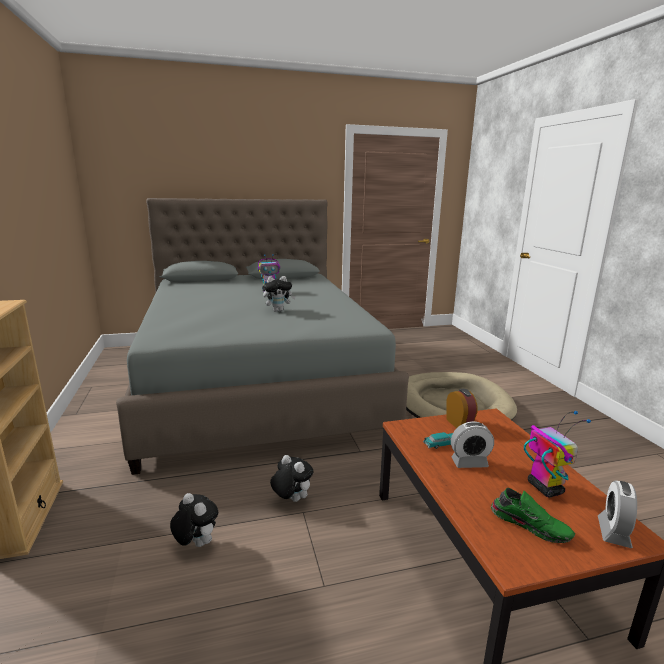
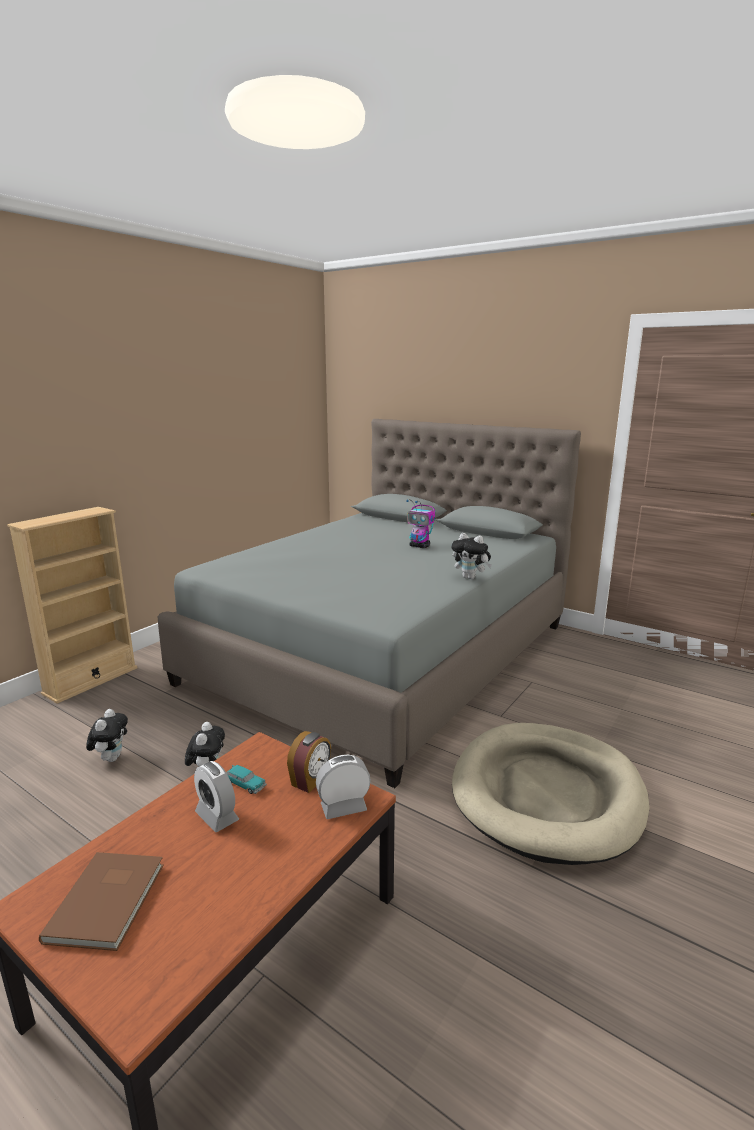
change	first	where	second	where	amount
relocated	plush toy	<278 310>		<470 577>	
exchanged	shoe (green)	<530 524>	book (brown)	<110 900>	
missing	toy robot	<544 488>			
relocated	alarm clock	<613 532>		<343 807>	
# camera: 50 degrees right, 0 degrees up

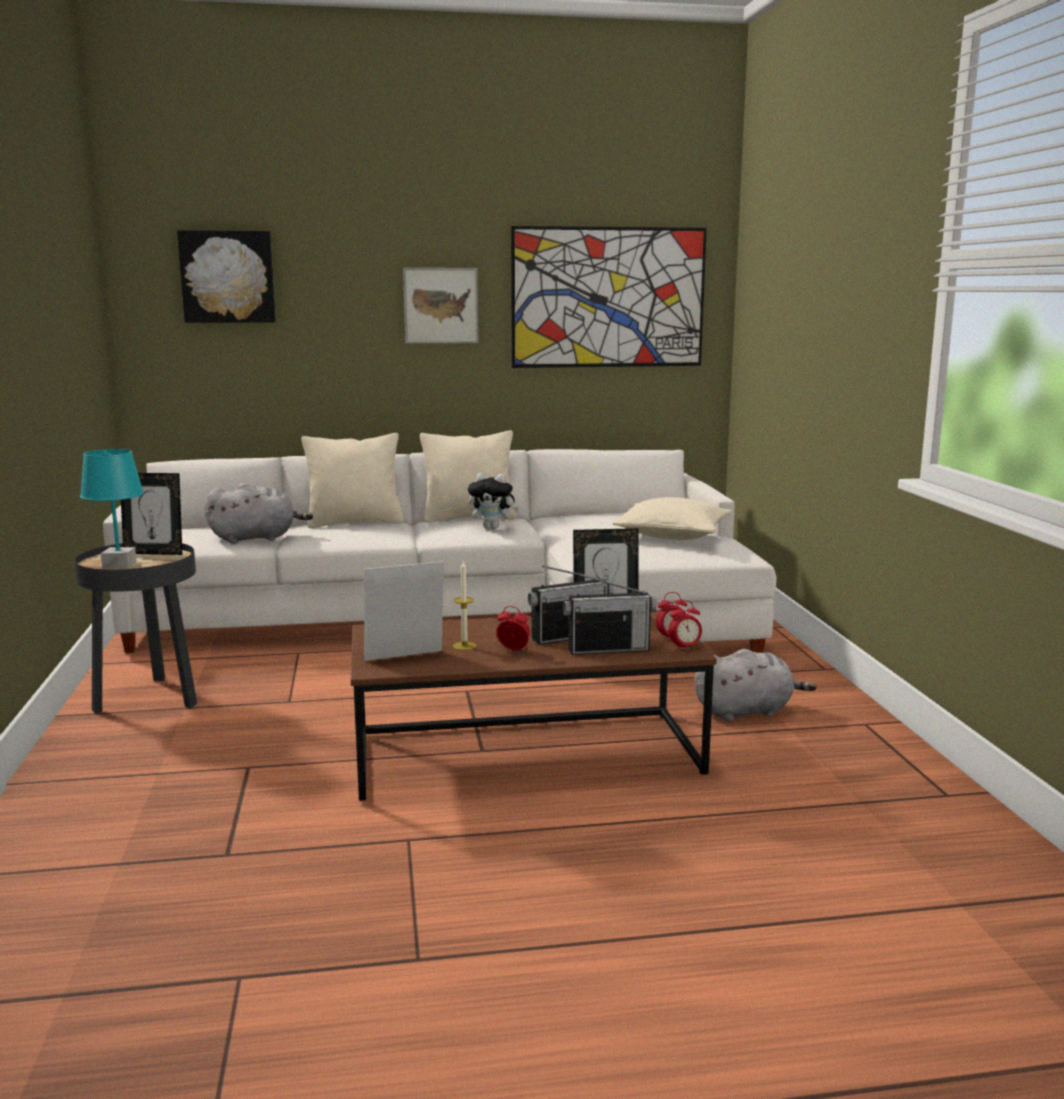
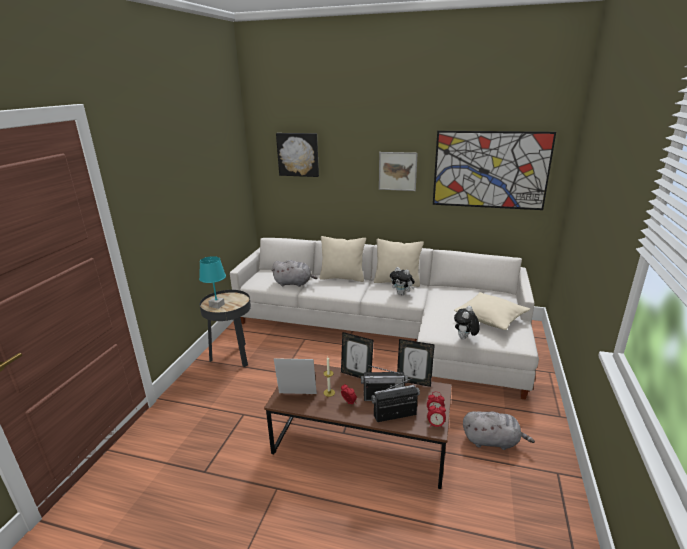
change	first	where	second	where	amount
relocated	picture frame	<154 553>		<356 375>	
spun	radio	<608 649>		<395 415>	150 degrees clockwise
appeared			plush toy	<465 339>	
# camera: 25 degrees right, 10 degrees up

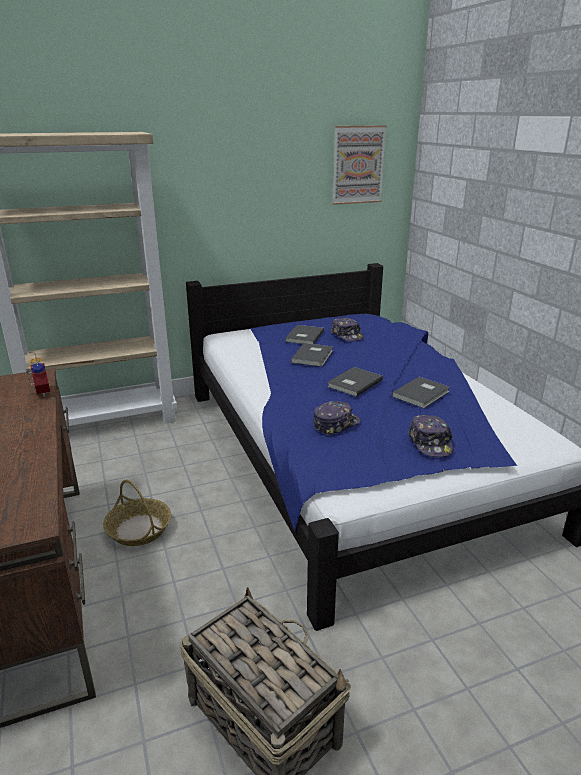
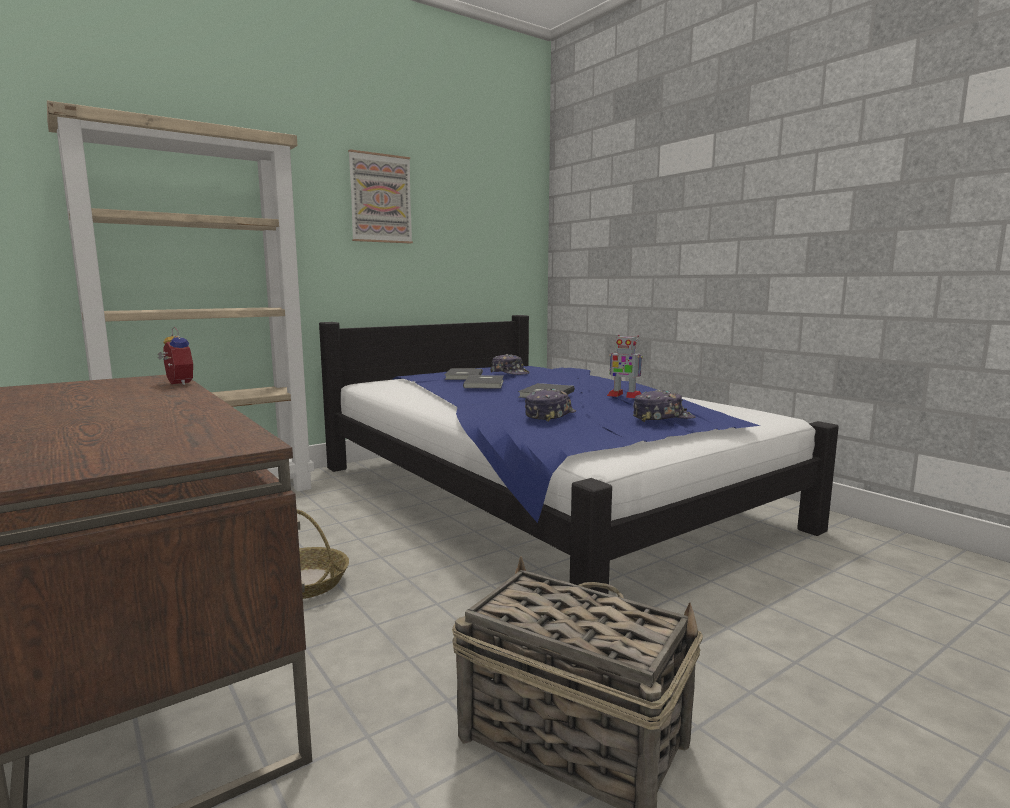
change	first	where	second	where	amount
relocated	picture	<358 165>		<380 198>	
exchanged	book (grey)	<422 394>	toy robot	<624 395>	
spun	cap	<430 443>		<662 417>	75 degrees counterclockwise
# camera: 15 degrees left, 15 degrees down

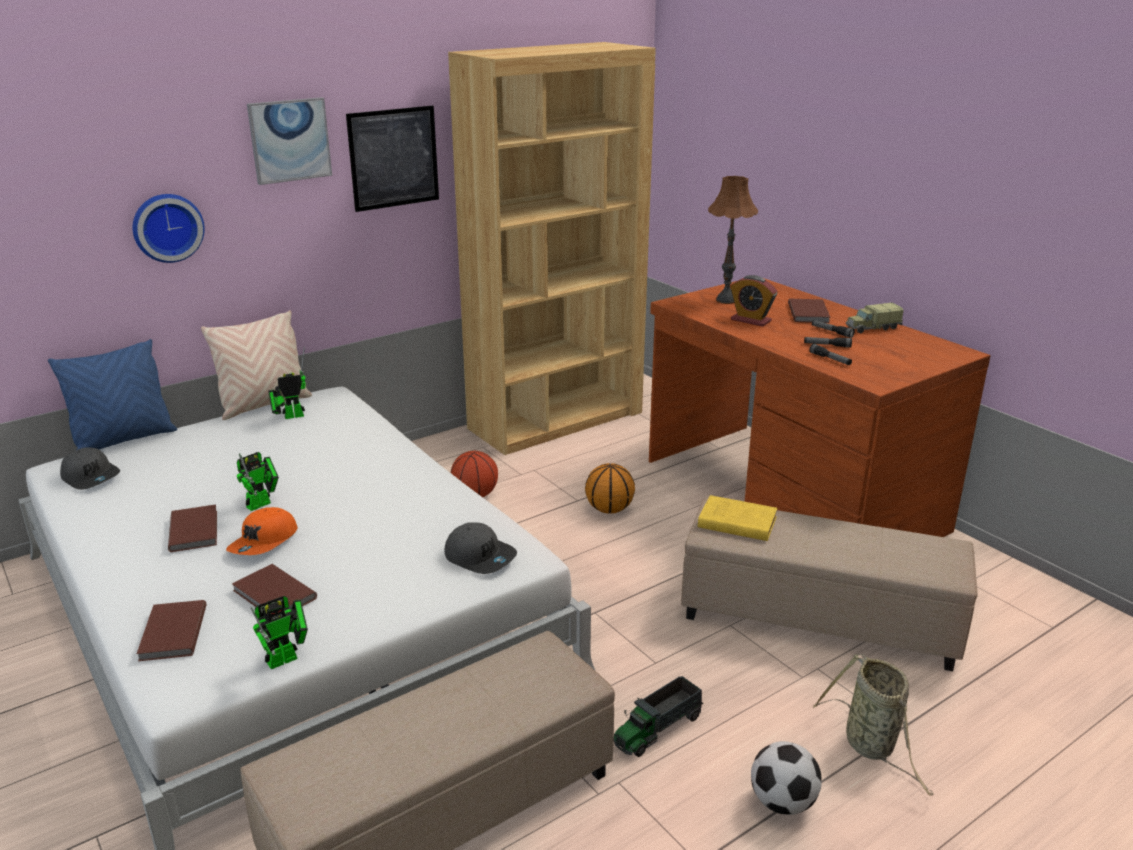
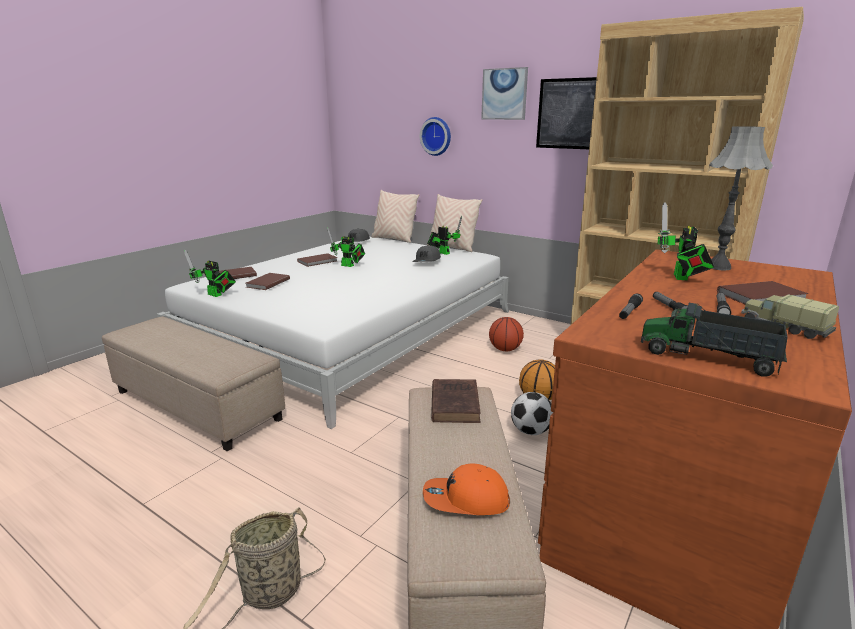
change	first	where	second	where	amount
colour	pillow (blue)	<124 440>	pillow (beige)	<394 239>	
relocated	cap (orange)	<264 542>		<465 500>	
relocated	cap (grey)	<480 557>		<427 261>	
relocated	toy truck	<658 729>		<708 358>	
colour	book (yellow)	<735 522>	book (brown)	<454 403>	
colour	table lamp (brown)	<726 300>	table lamp (grey)	<718 267>	
exchanged	alarm clock	<751 320>	toy robot	<681 278>	
relocated	football	<782 802>		<531 431>	
# camera: 70 degrees right, 5 degrees down

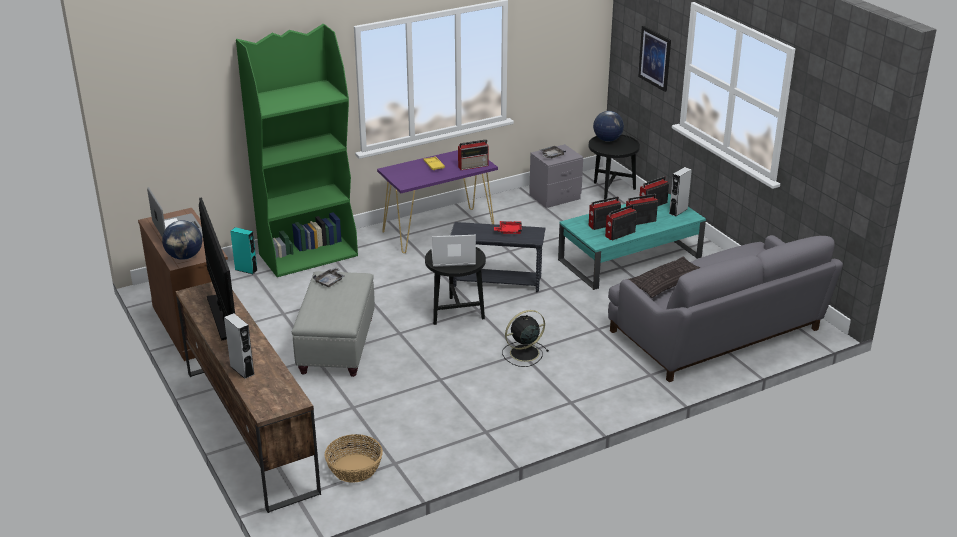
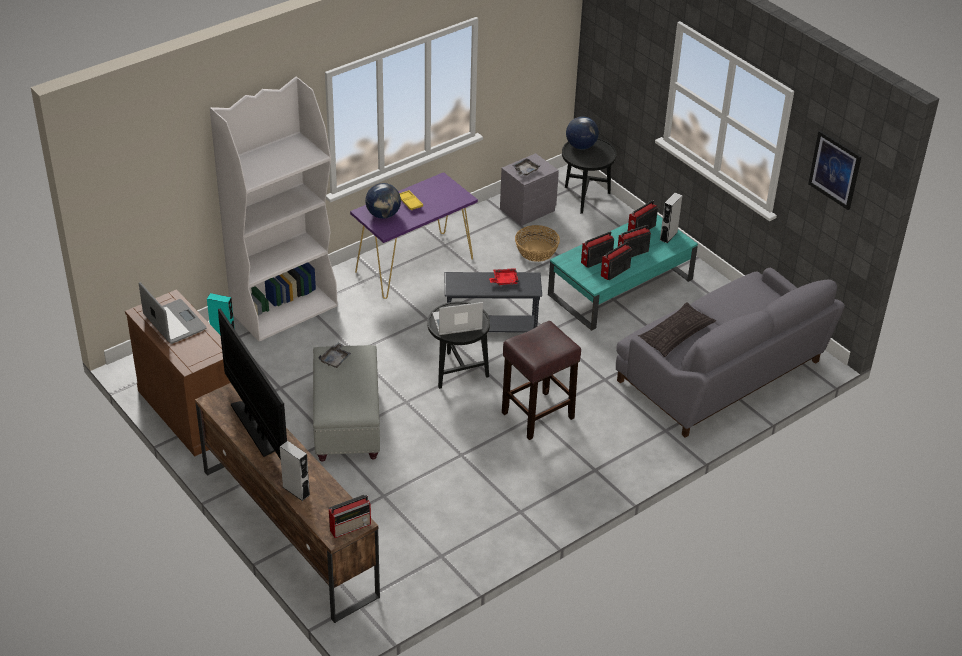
change	first	where	second	where	amount
relocated	globe	<184 257>		<383 215>	
colour	bookcase (green)	<309 255>	bookcase (white)	<284 309>	
relocated	basket	<354 468>		<536 251>	
relocated	radio	<473 166>		<351 526>	
exchanged	fan (black)	<523 353>	stool (brown)	<537 416>	
relocated	picture	<655 58>		<835 169>	
# camera: 10 degrees left, 10 degrees up

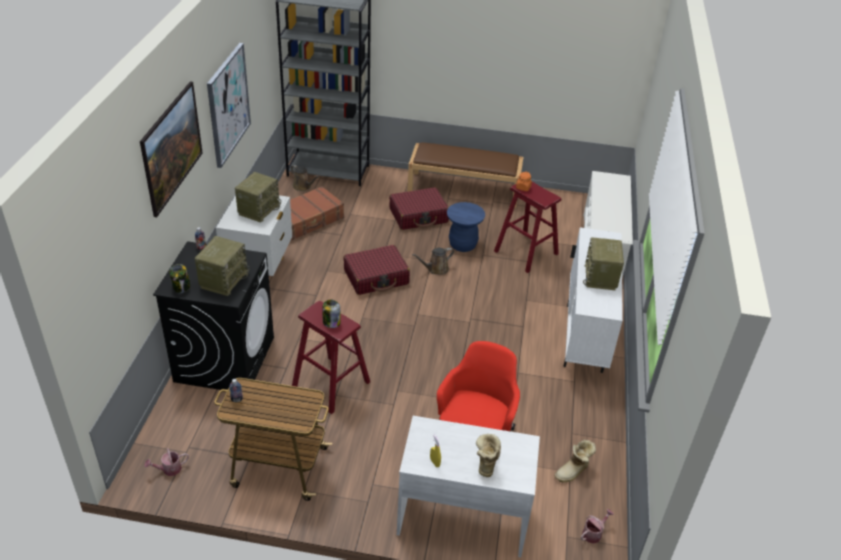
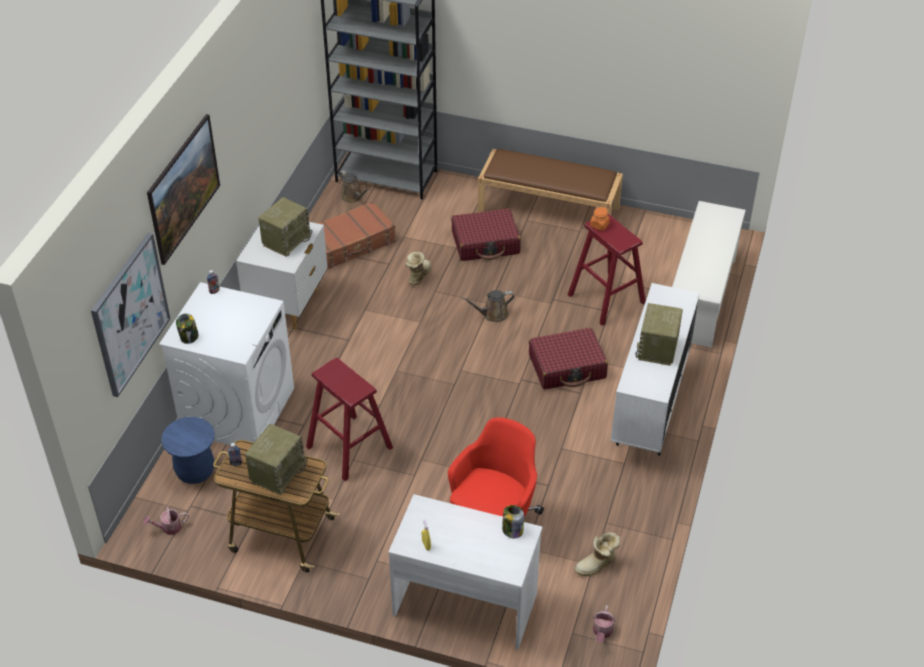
change	first	where	second	where	amount
colour	washing machine (black)	<225 358>	washing machine (white)	<238 410>	
relocated	radio	<223 279>		<277 472>	
relocated	picture	<228 104>		<130 314>	
relocated	jar	<331 322>		<512 530>	
relocated	suitcase (red)	<376 277>		<567 367>	
relocated	stool (blue)	<462 245>		<195 471>	
relocated	boot	<487 461>		<418 275>	
spun	watering can	<593 533>		<602 632>	135 degrees clockwise
# camera: 10 degrees right, 5 degrees up

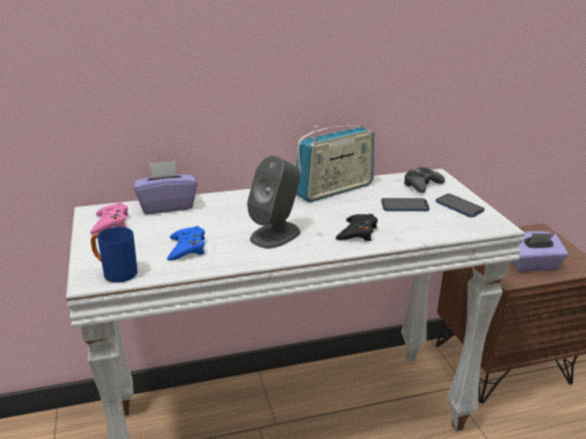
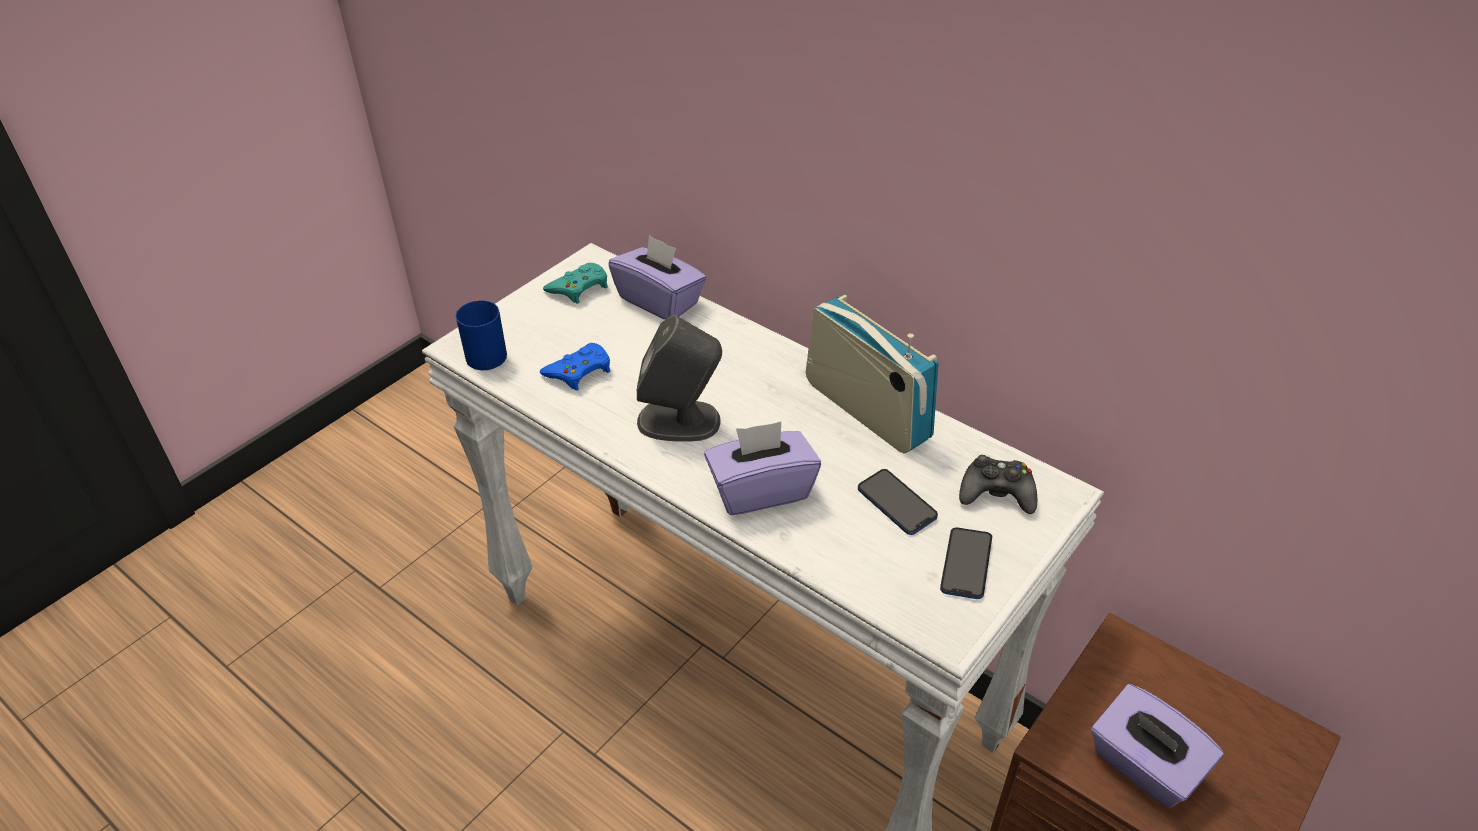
change	first	where	second	where	amount
colour	game controller (pink)	<110 223>	game controller (turquoise)	<579 288>	
spun	radio	<334 190>		<866 410>	150 degrees counterclockwise
exchanged	game controller (black)	<357 232>	tissue box (purple)	<760 490>	
# camera: 55 degrees right, 15 degrees up

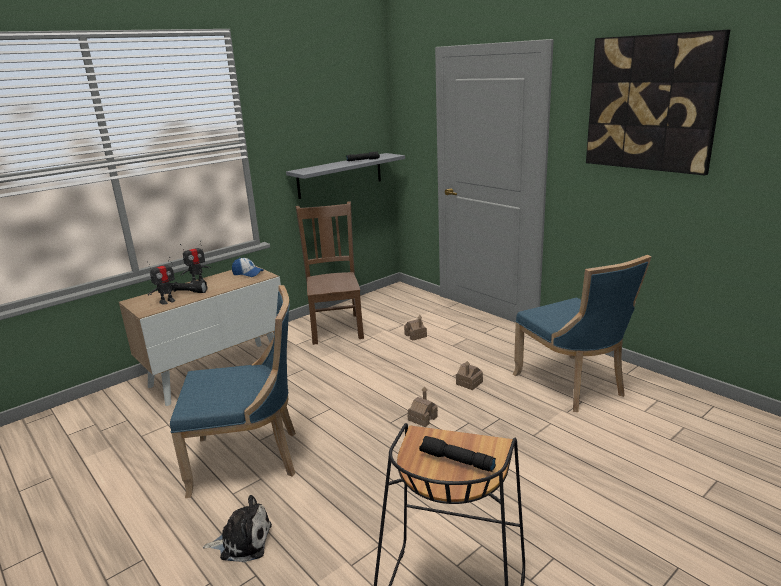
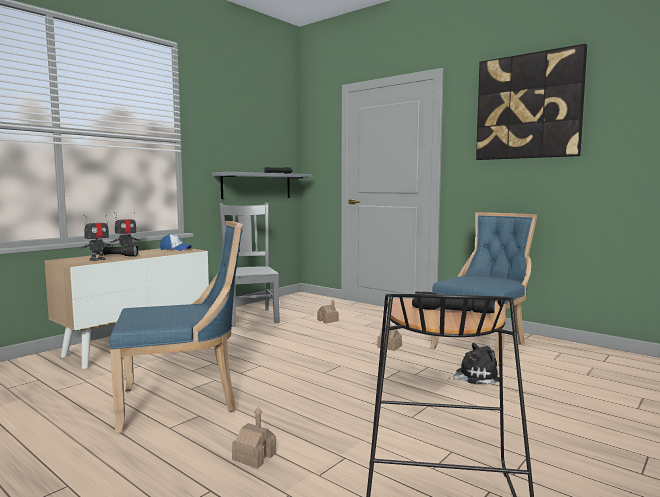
change	first	where	second	where	amount
relocated	plush toy	<242 541>		<474 376>	
colour	chair (brown)	<336 327>	chair (grey)	<250 317>	
relocated	toy house	<422 418>		<254 456>	
spun	chair (blue)	<573 385>		<483 346>	105 degrees counterclockwise
# camera: 10 degrees left, 15 degrees down

